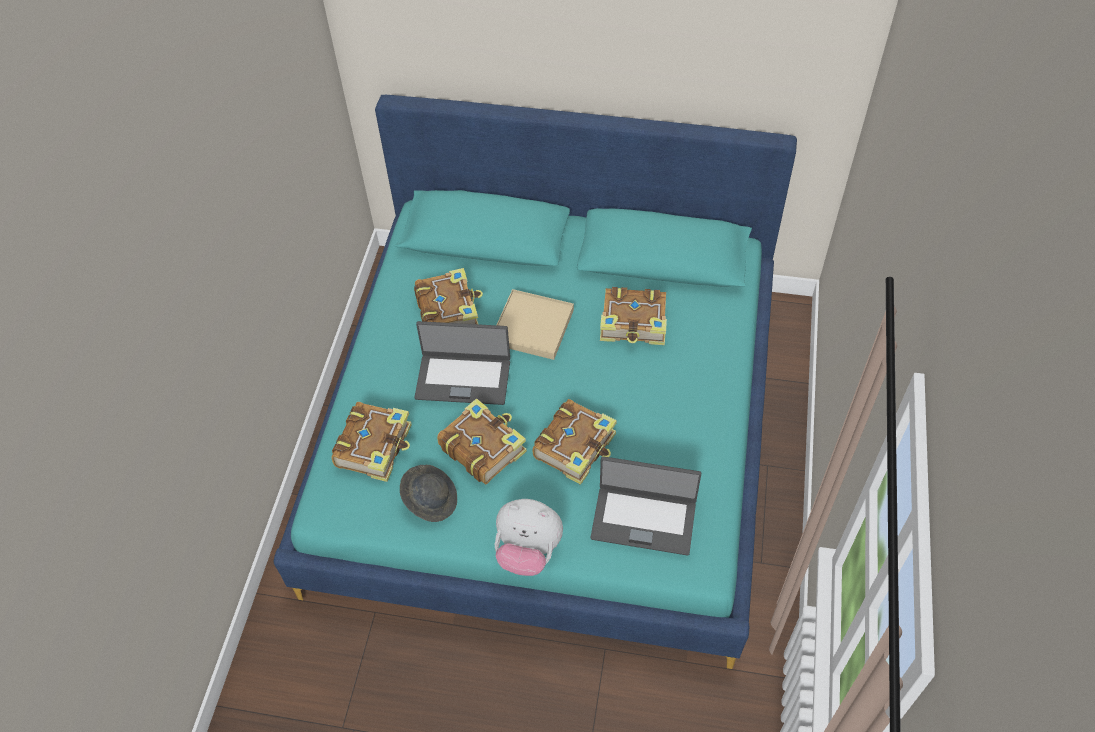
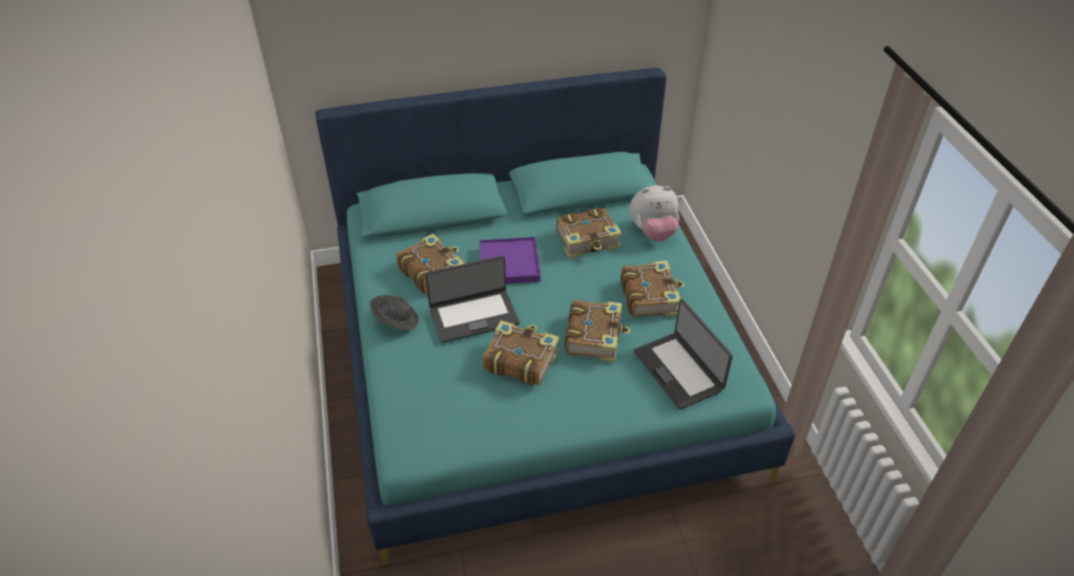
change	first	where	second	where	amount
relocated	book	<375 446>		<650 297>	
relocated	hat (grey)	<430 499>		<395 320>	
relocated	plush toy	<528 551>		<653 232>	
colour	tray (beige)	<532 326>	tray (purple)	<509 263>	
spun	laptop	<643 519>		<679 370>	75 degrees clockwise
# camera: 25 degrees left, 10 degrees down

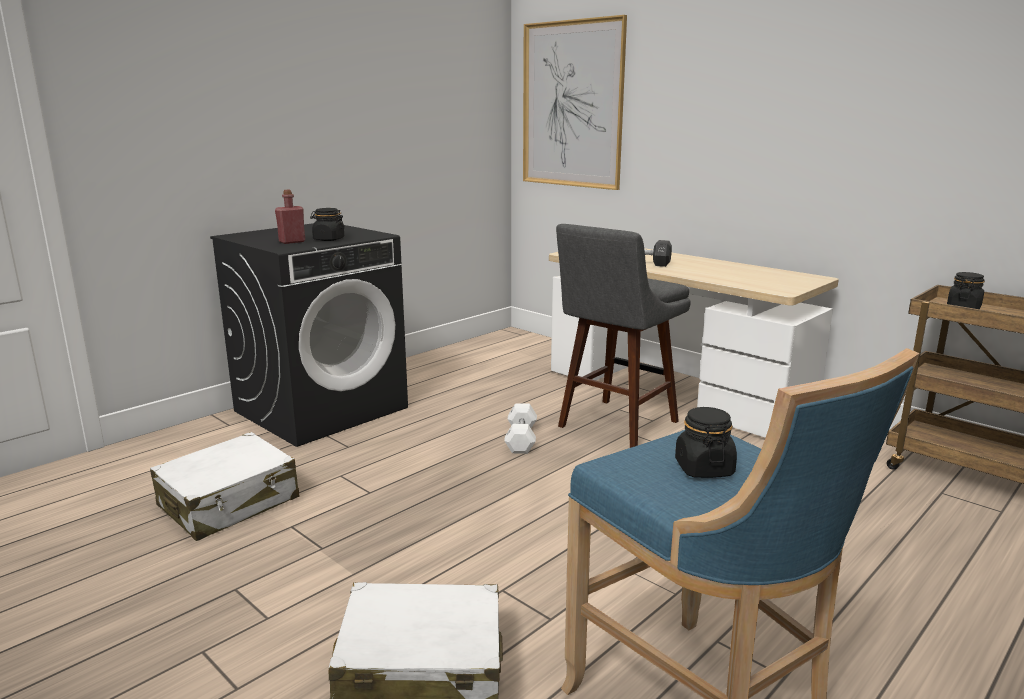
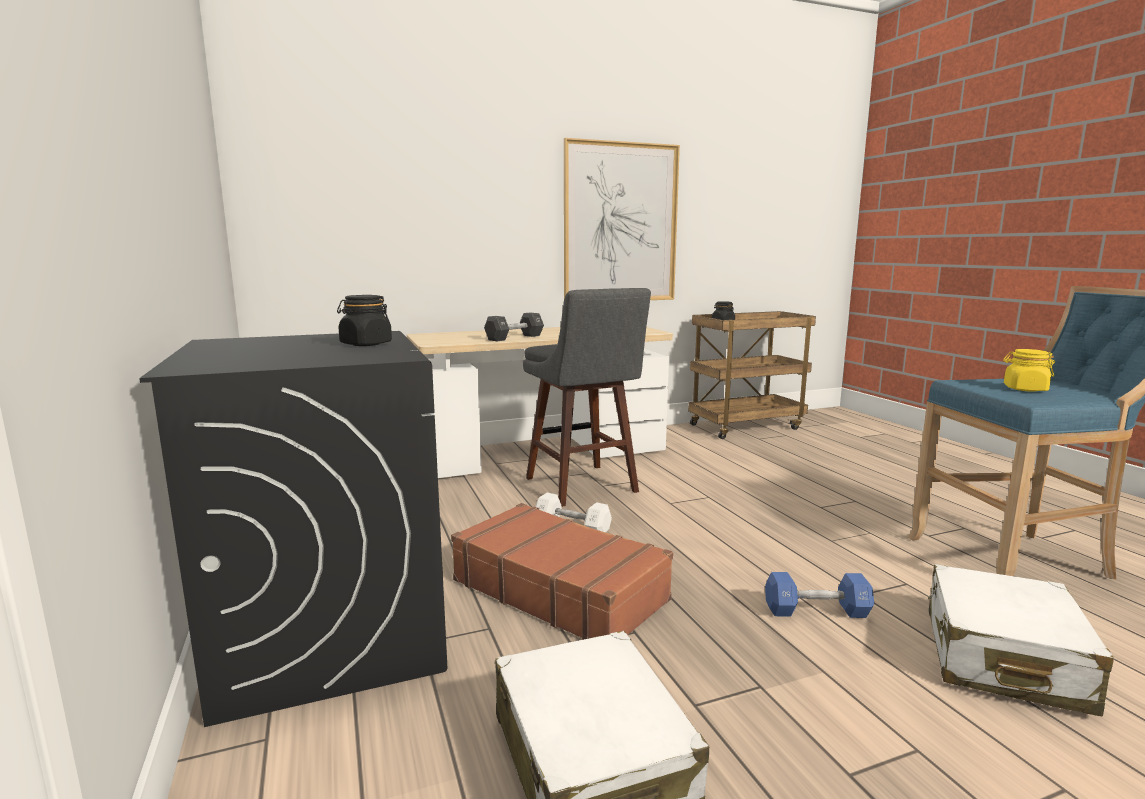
change	first	where	second	where	amount
missing	bottle (red)	<292 242>			
relocated	picture	<572 105>		<621 223>	
colour	jar (black)	<703 468>	jar (yellow)	<1024 389>	
appeared			suitcase (brown)	<559 590>	
appeared			dumbbell (blue)	<816 611>	
# camera: 65 degrees left, 5 degrees down

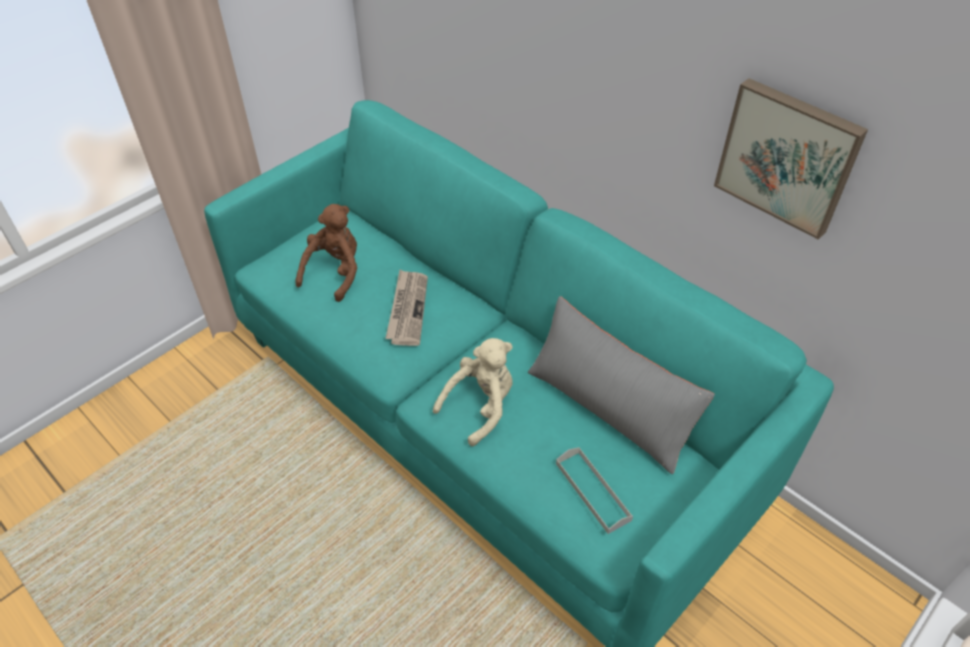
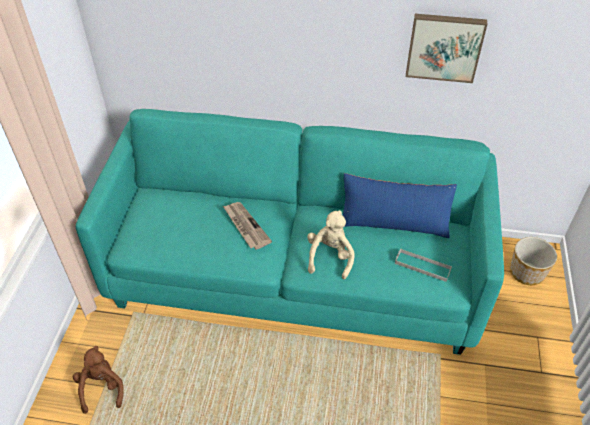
change	first	where	second	where	amount
relocated	plush toy (brown)	<335 272>		<102 388>	
colour	pillow (grey)	<609 408>	pillow (blue)	<394 222>	
appeared			planter	<527 273>	
# camera: 35 degrees left, 0 degrees up

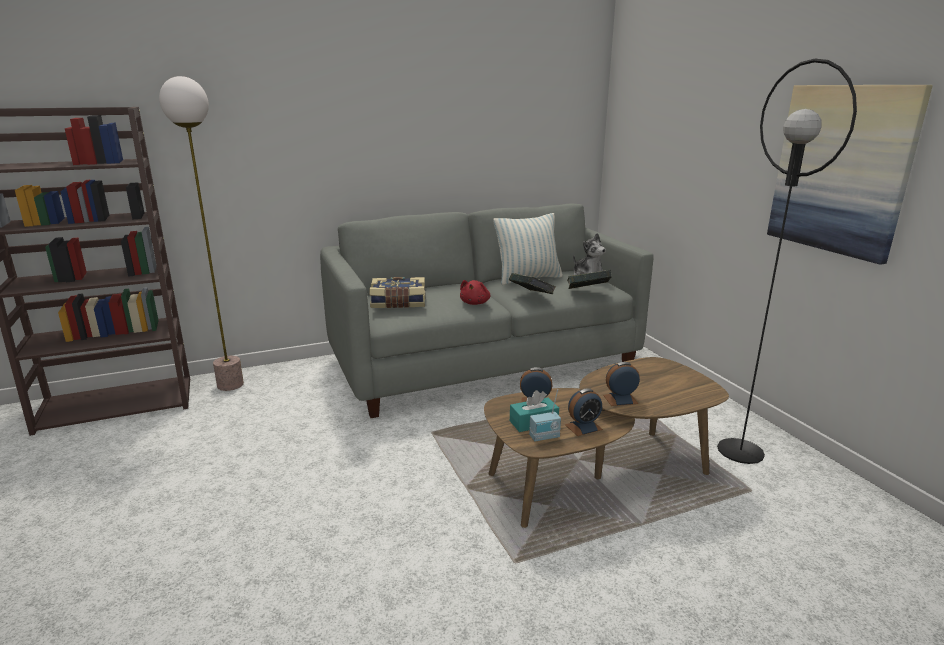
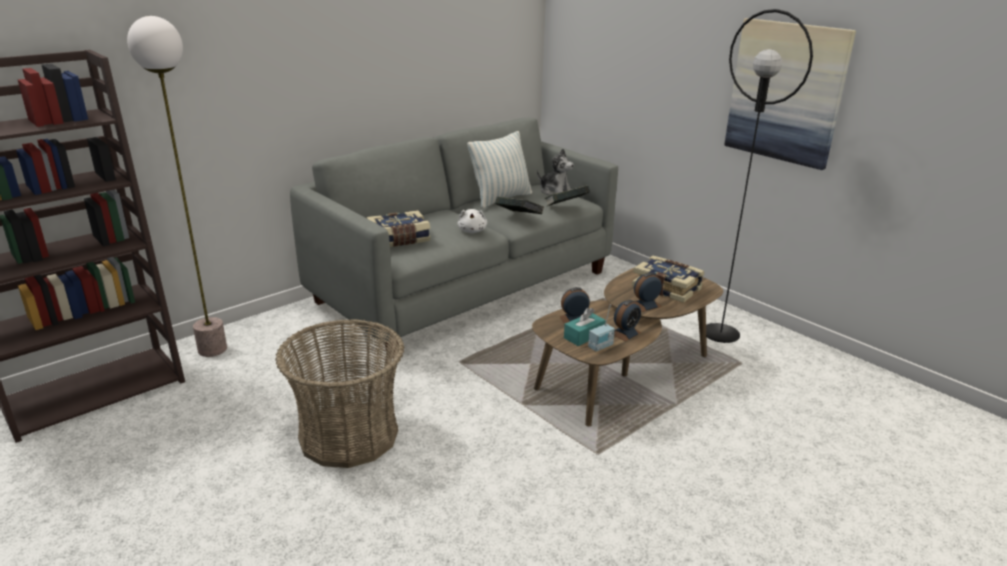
change	first	where	second	where	amount
colour	plush toy (red)	<475 303>	plush toy (white)	<472 231>	
appeared			basket	<348 435>	
appeared			book	<667 287>	
# camera: 20 degrees left, 5 degrees up

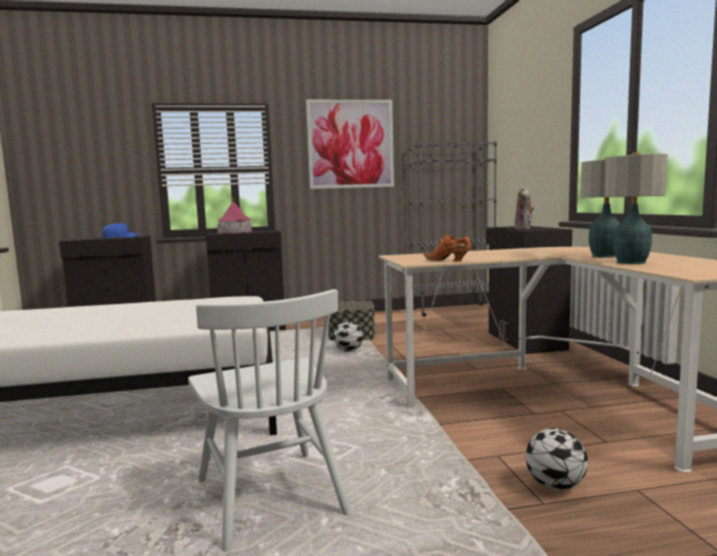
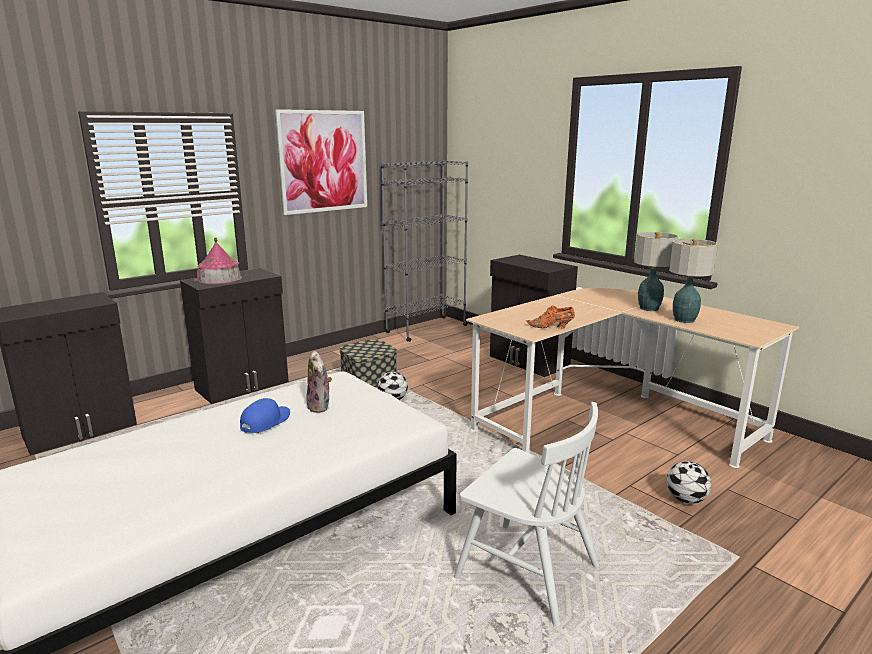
change	first	where	second	where	amount
relocated	cap (blue)	<120 237>		<265 422>	
relocated	plush toy	<524 228>		<320 407>	
# camera: 30 degrees left, 10 degrees up

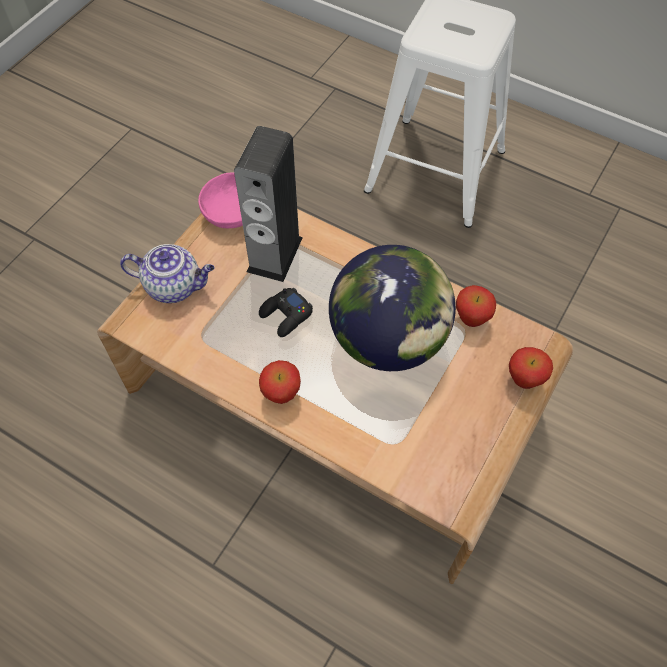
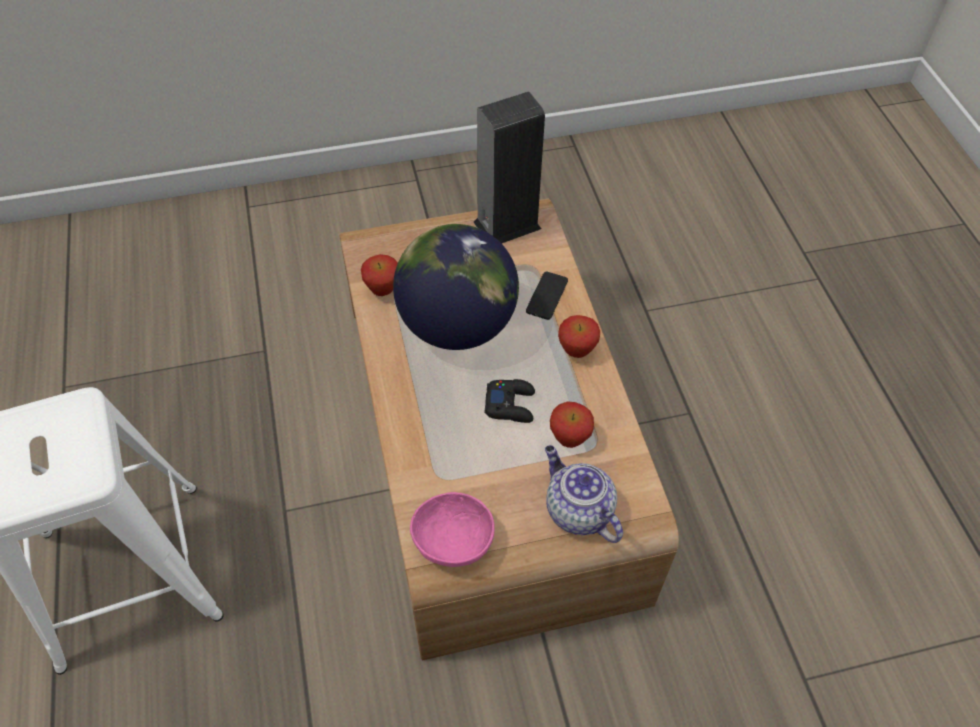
change	first	where	second	where	amount
relocated	speaker	<274 254>		<507 225>	
relocated	apple	<524 380>		<569 439>	
appeared			phone	<547 296>	
# camera: 135 degrees left, 5 degrees down

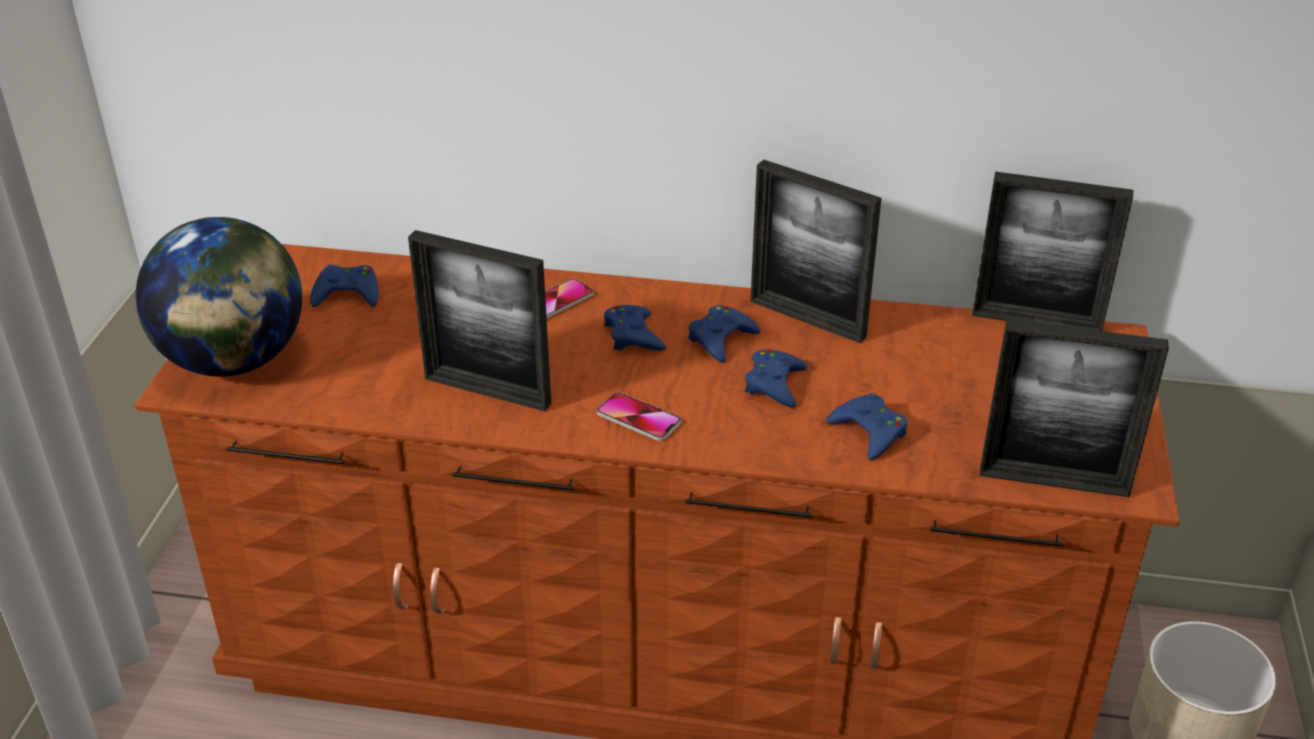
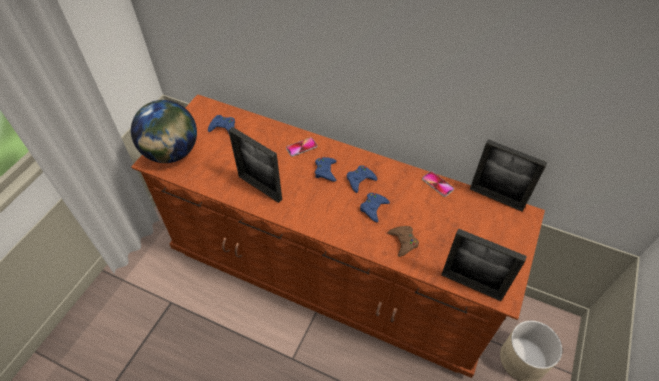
change	first	where	second	where	amount
relocated	phone	<638 418>		<437 184>	
missing	picture frame	<807 319>			
colour	game controller (blue)	<869 432>	game controller (brown)	<403 242>	
# camera: 15 degrees right, 15 degrees up

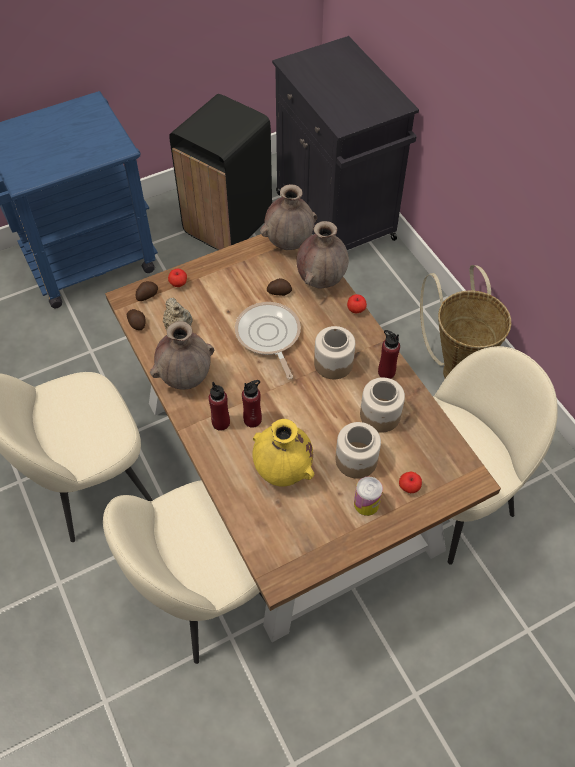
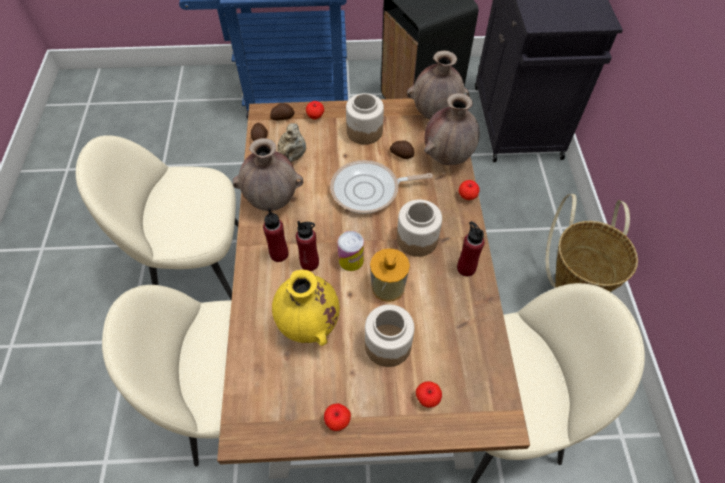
change	first	where	second	where	amount
spun	frying pan	<268 336>		<369 191>	105 degrees counterclockwise
relocated	can	<366 503>		<351 260>	
relocated	jar	<379 415>		<364 131>	
appeared			apple	<337 420>	
appeared			soap dispenser	<388 287>	
# camera: 25 degrees right, 0 degrees up

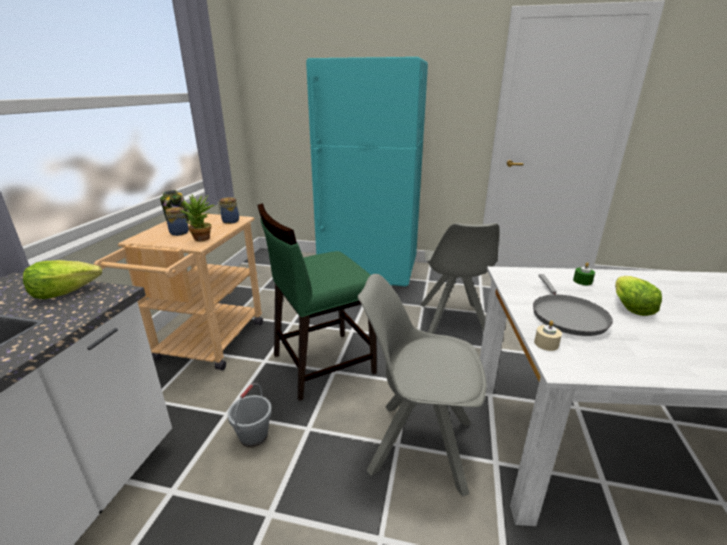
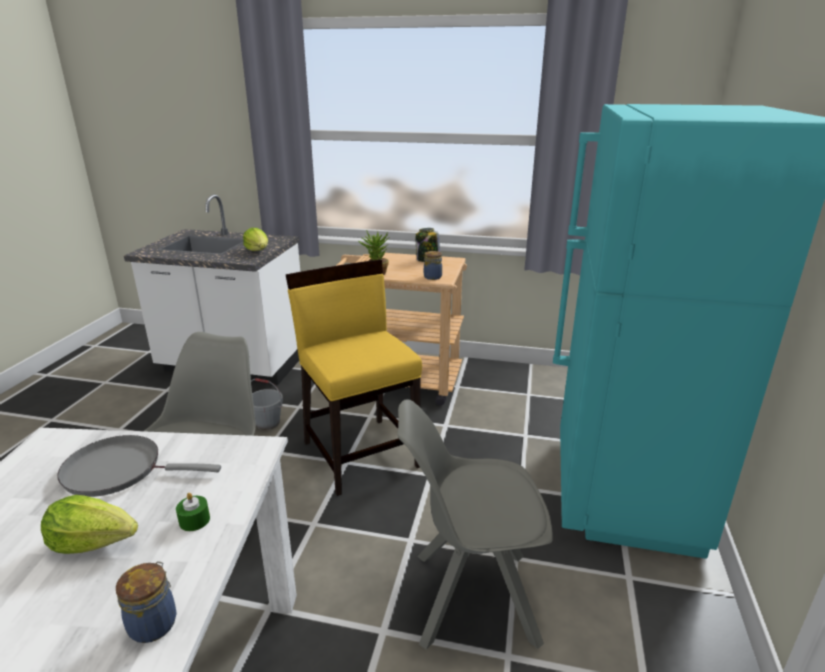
change	first	where	second	where	amount
relocated	jar	<178 233>		<154 622>	
colour	chair (green)	<322 363>	chair (yellow)	<361 453>	
missing	candle (beige)	<546 344>			
# camera: 90 degrees right, 0 degrees up

